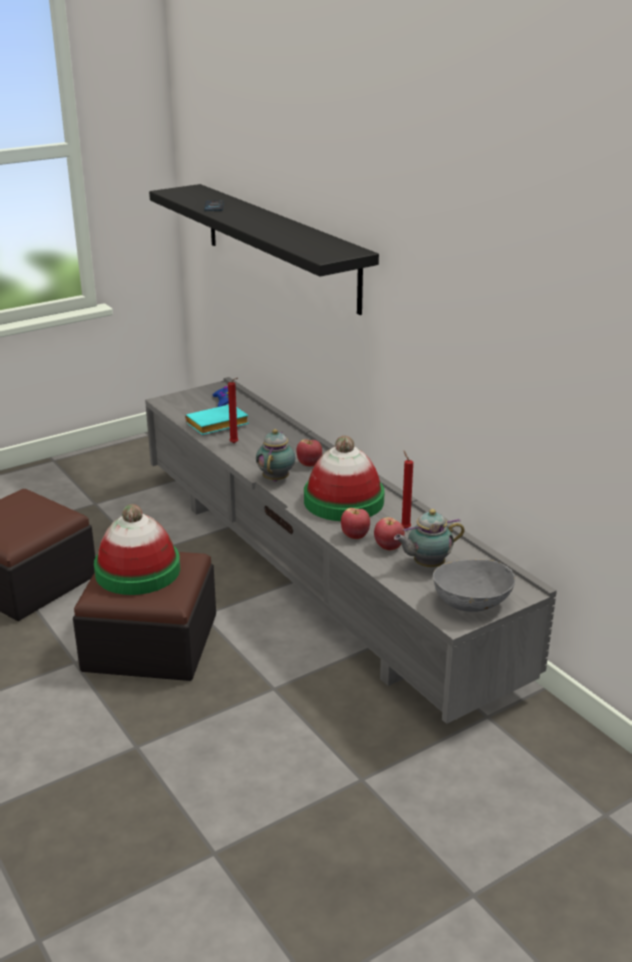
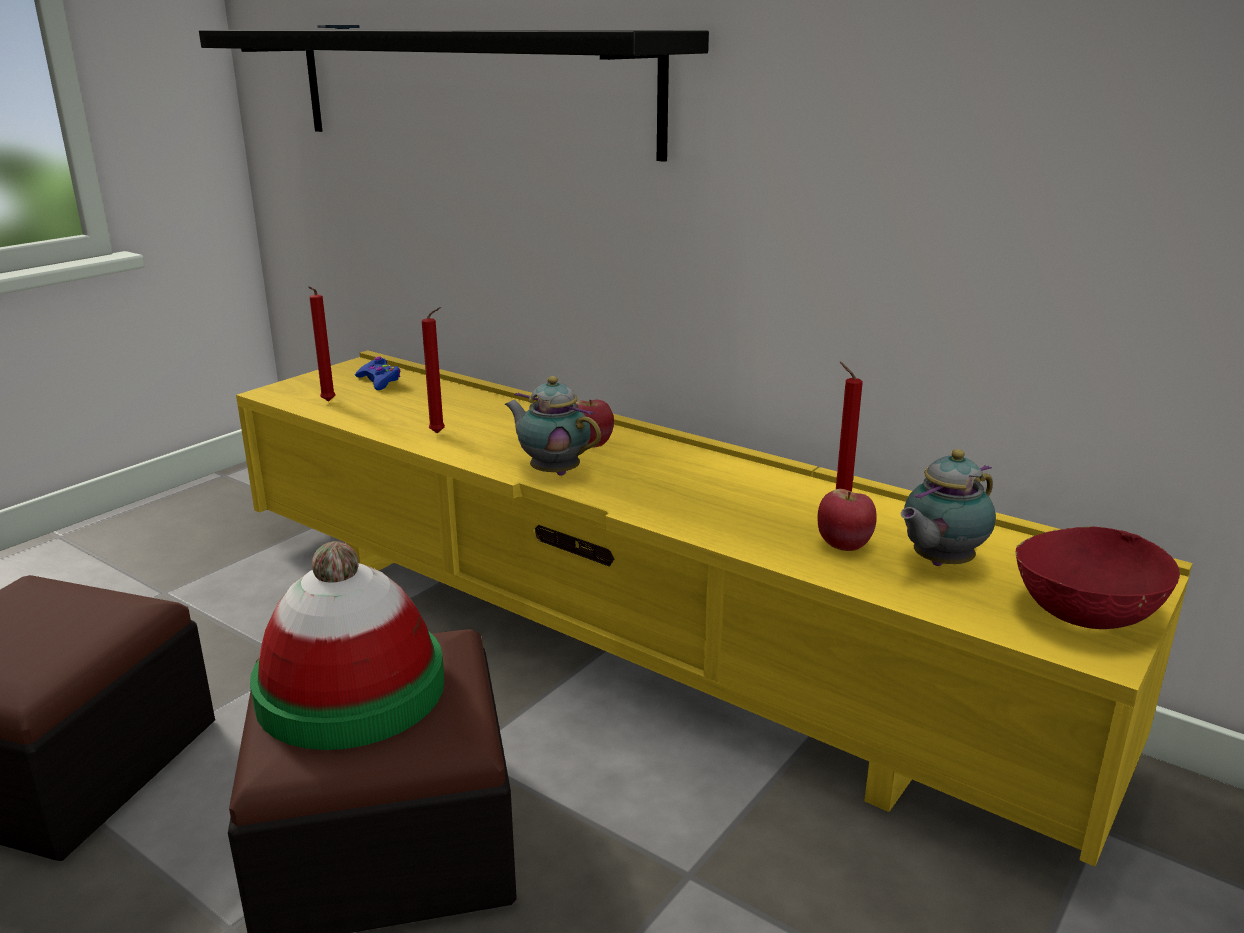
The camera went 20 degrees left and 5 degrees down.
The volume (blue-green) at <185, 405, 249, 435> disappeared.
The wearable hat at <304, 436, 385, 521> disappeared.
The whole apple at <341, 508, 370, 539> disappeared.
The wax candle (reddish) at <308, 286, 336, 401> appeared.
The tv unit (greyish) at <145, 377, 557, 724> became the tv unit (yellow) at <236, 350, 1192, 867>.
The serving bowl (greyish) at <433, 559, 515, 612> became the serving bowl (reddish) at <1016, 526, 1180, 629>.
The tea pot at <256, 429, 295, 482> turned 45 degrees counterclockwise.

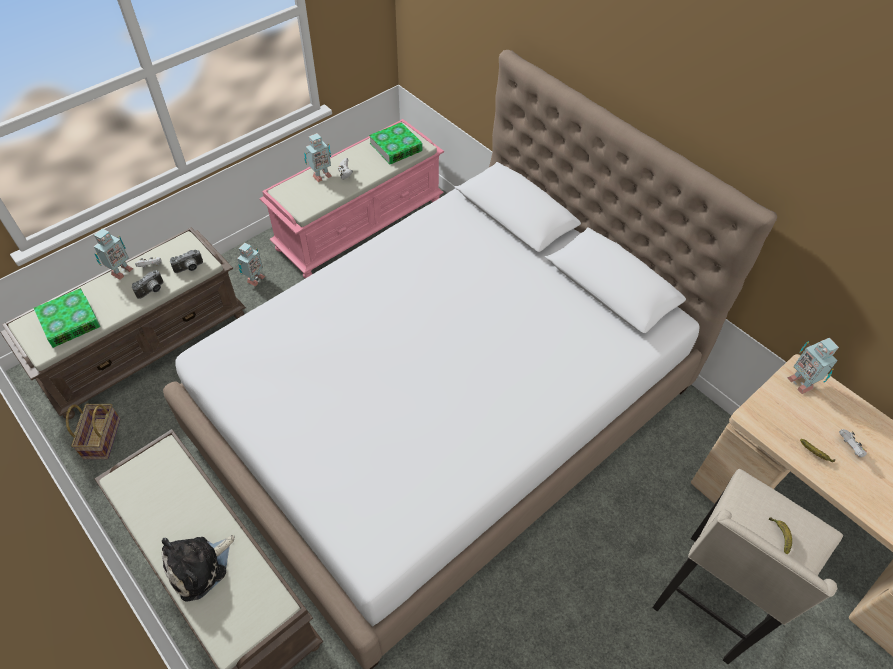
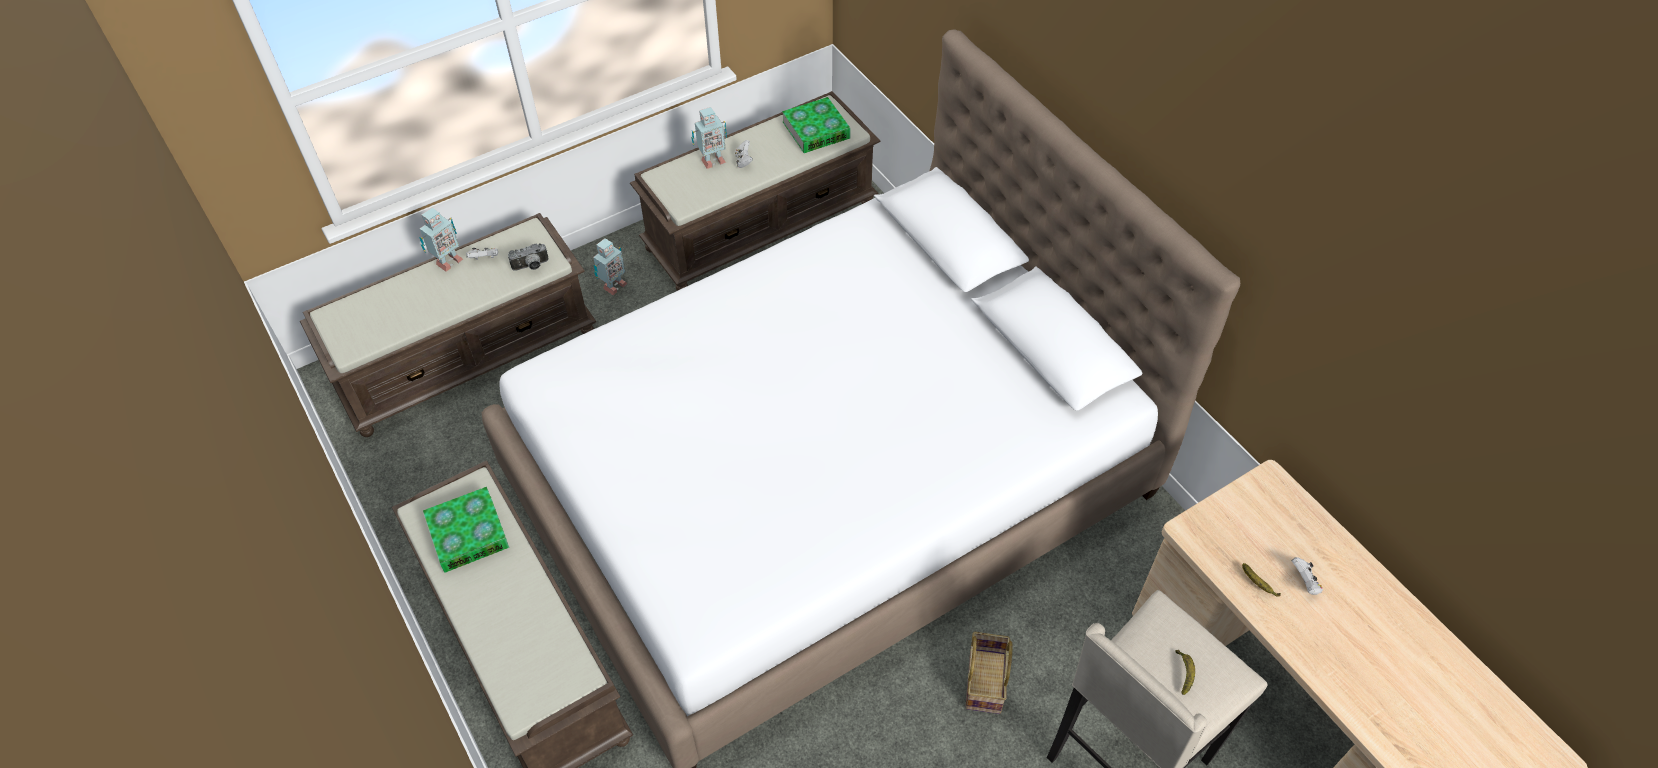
The camera went 10 degrees right and 0 degrees up.
The photo camera at <132, 270, 163, 299> disappeared.
The plush toy at <161, 535, 235, 602> disappeared.
The robot figure at <787, 338, 839, 394> disappeared.
The volume moved from <34, 288, 101, 348> to <423, 487, 510, 573>.
The basket moved from <66, 404, 121, 459> to <965, 632, 1013, 714>.
The indoor bench (pink-coloured) at <259, 119, 444, 278> became the indoor bench (brown-coloured) at <630, 91, 880, 291>.

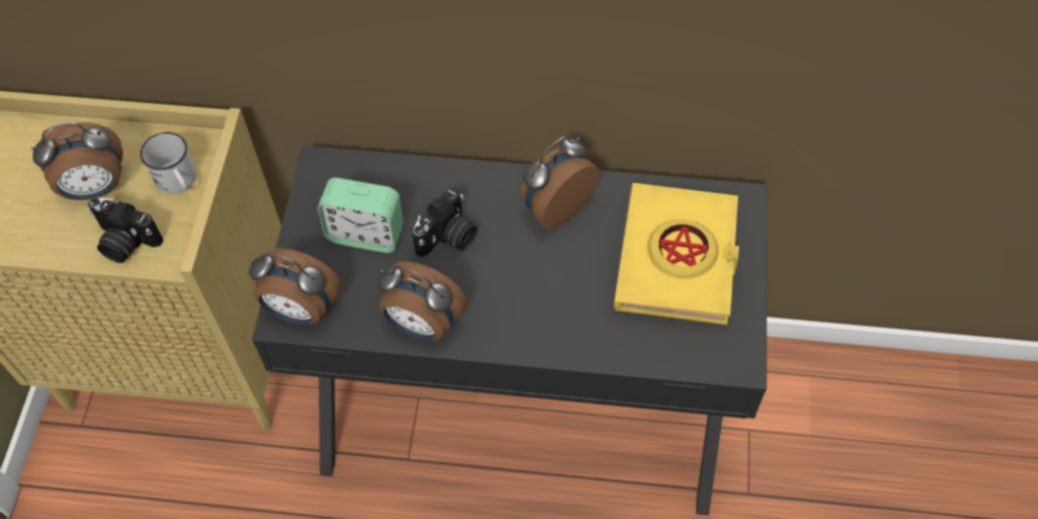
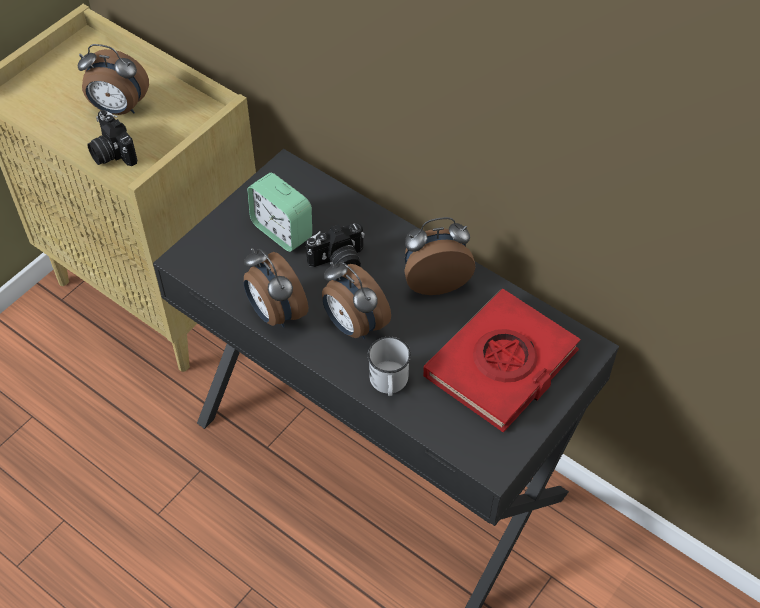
The camera went 30 degrees right and 5 degrees down.
The coffee mug (white-coloured) moved from <140, 132, 197, 194> to <368, 337, 411, 396>.
The alarm clock moved from <249, 248, 341, 325> to <322, 262, 391, 339>.
The volume (yellow) at <614, 183, 739, 325> became the volume (reddish) at <423, 288, 581, 433>.

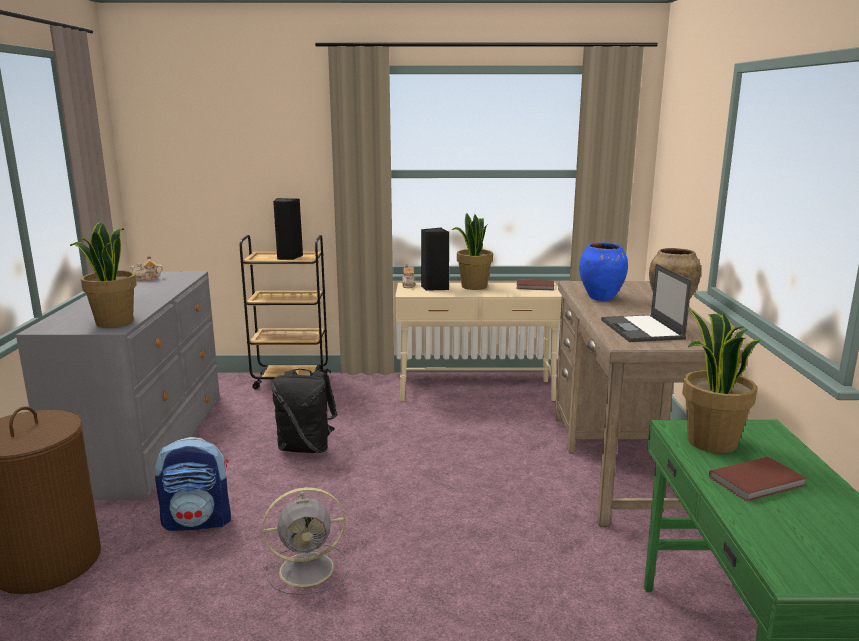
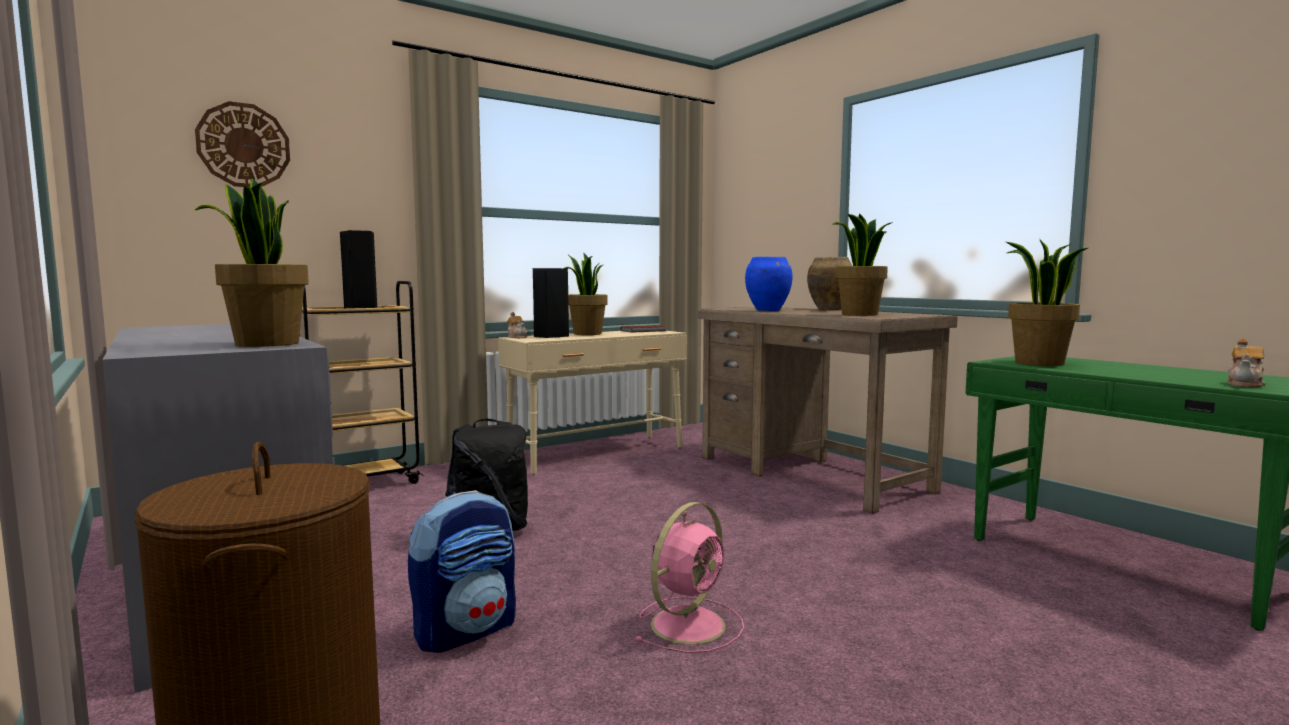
The camera went 35 degrees left and 10 degrees down.
The volume (brown-coloured) at <709, 457, 807, 502> disappeared.
The wall clock at <195, 101, 290, 187> appeared.
The tea pot moved from <130, 255, 163, 281> to <1228, 338, 1265, 388>.
The notebook computer at <601, 264, 692, 342> was replaced by the houseplant at <833, 213, 893, 316>.
The electric fan (greyish) at <262, 487, 348, 595> became the electric fan (pink-coloured) at <634, 502, 744, 653>.

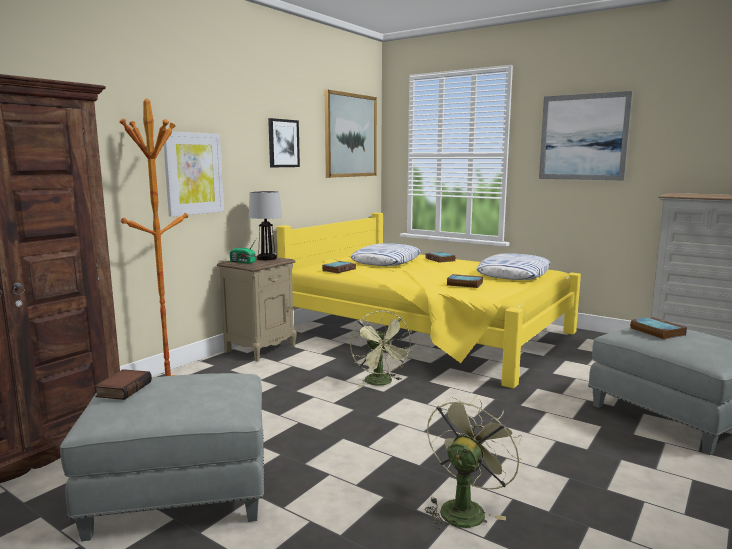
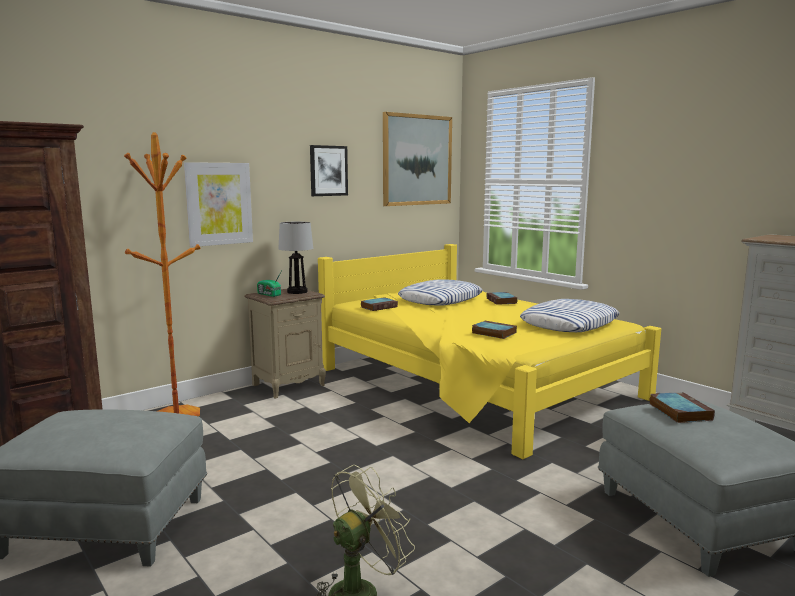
The camera went 15 degrees right and 0 degrees up.
The volume at <94, 369, 152, 400> disappeared.
The electric fan (green) at <350, 310, 413, 387> disappeared.
The picture at <539, 91, 633, 180> disappeared.

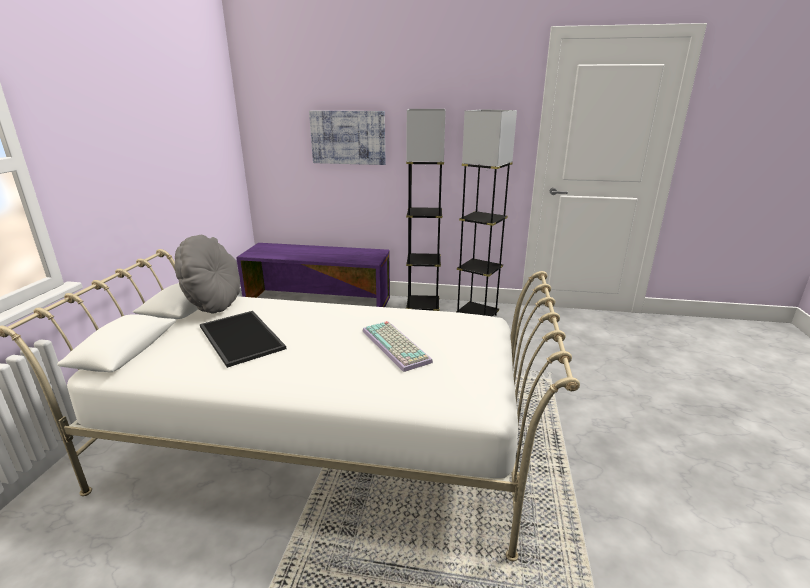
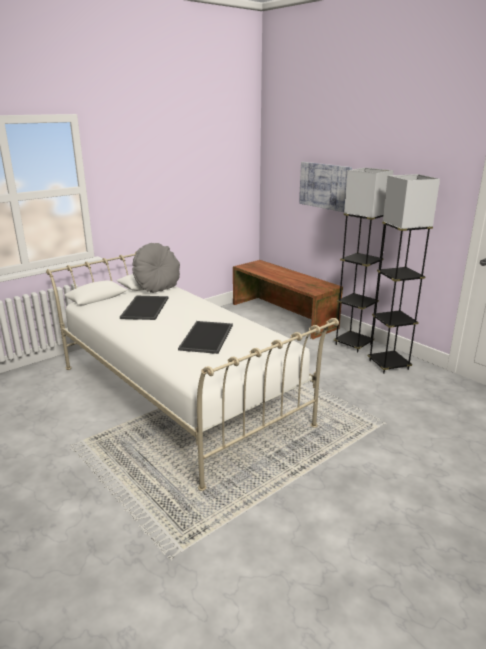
The camera went 40 degrees right and 0 degrees up.
The computer keyboard at <363, 321, 433, 372> was replaced by the tray at <178, 321, 233, 354>.
The indoor bench (purple-coloured) at <236, 243, 390, 307> became the indoor bench (brown-coloured) at <233, 260, 343, 339>.

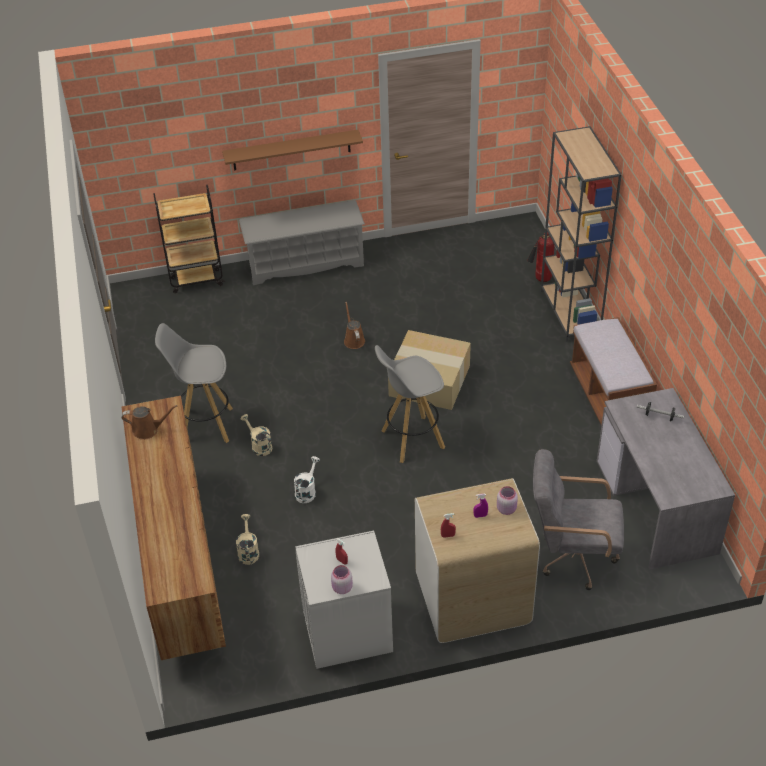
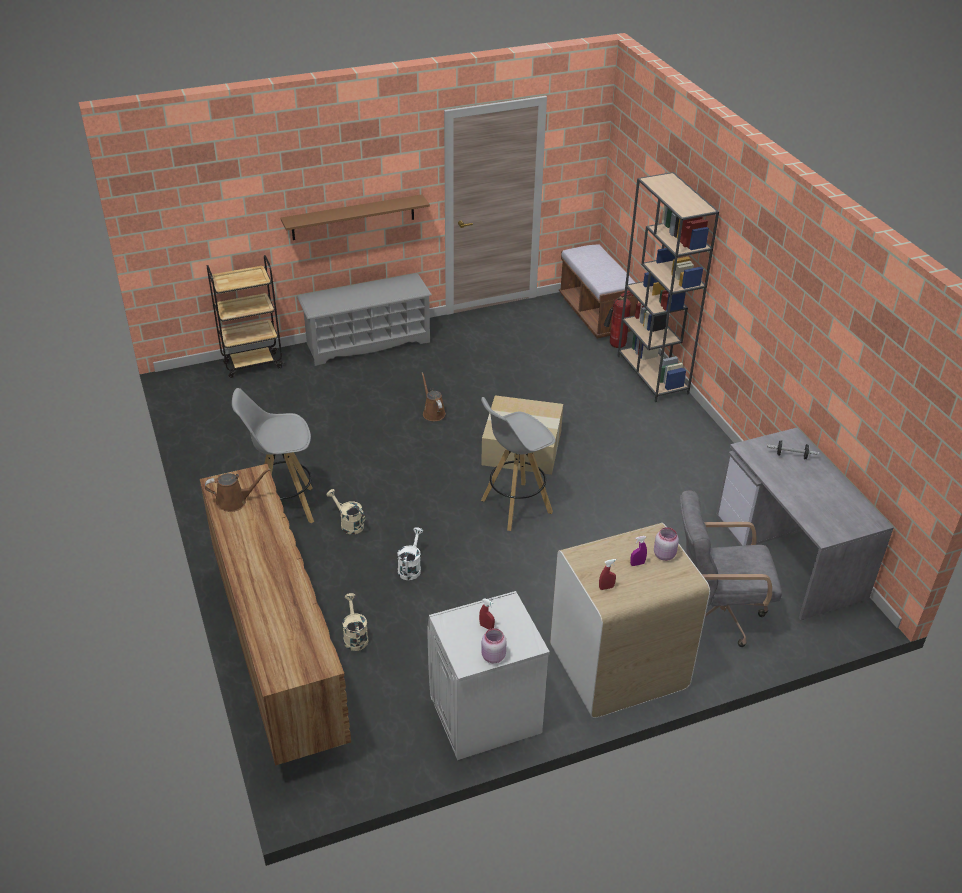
The camera went 10 degrees left and 5 degrees down.
The indoor bench (brown-coloured) moved from <570, 317, 657, 426> to <559, 244, 638, 339>.

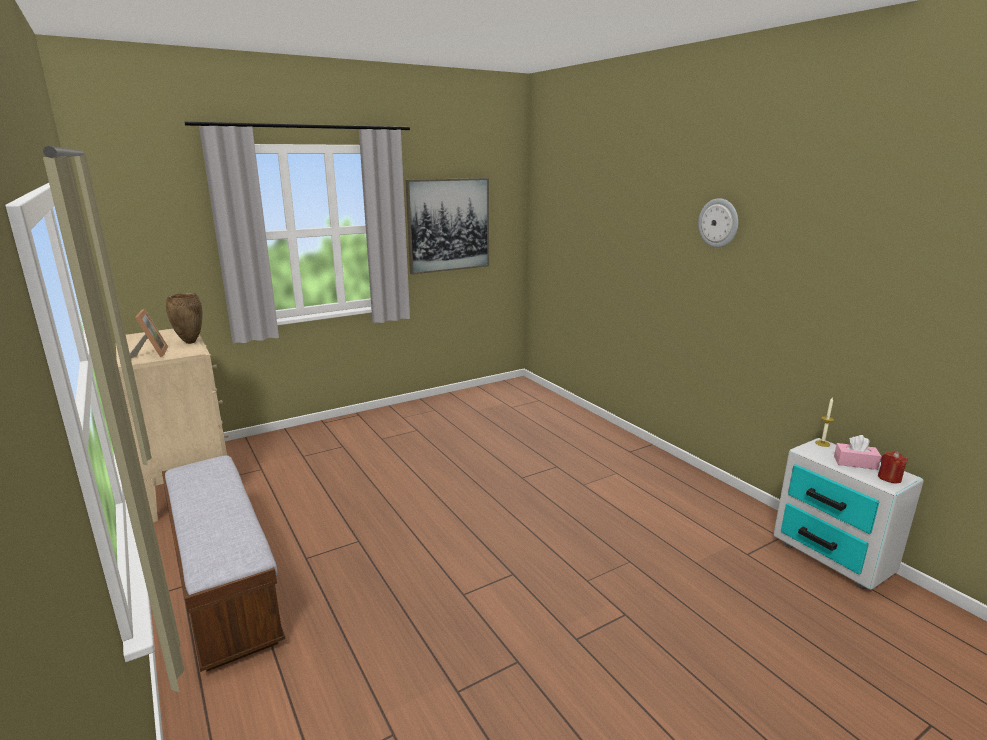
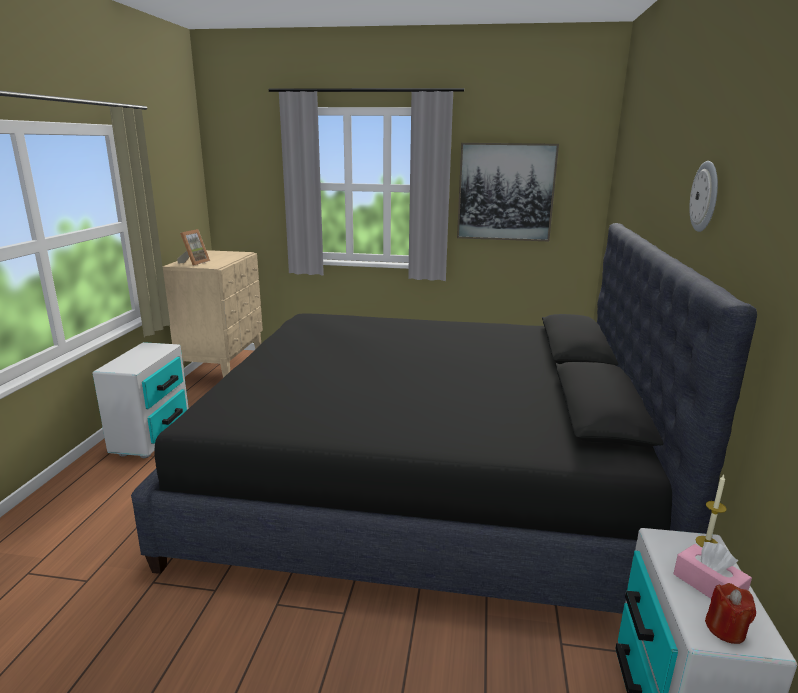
The camera went 40 degrees right and 0 degrees up.
The vase (brown-coloured) at <166, 293, 203, 344> disappeared.
The bed (black-coloured) at <131, 223, 757, 614> appeared.
The indoor bench at <162, 455, 286, 672> was replaced by the nightstand (white-coloured) at <93, 342, 189, 458>.

